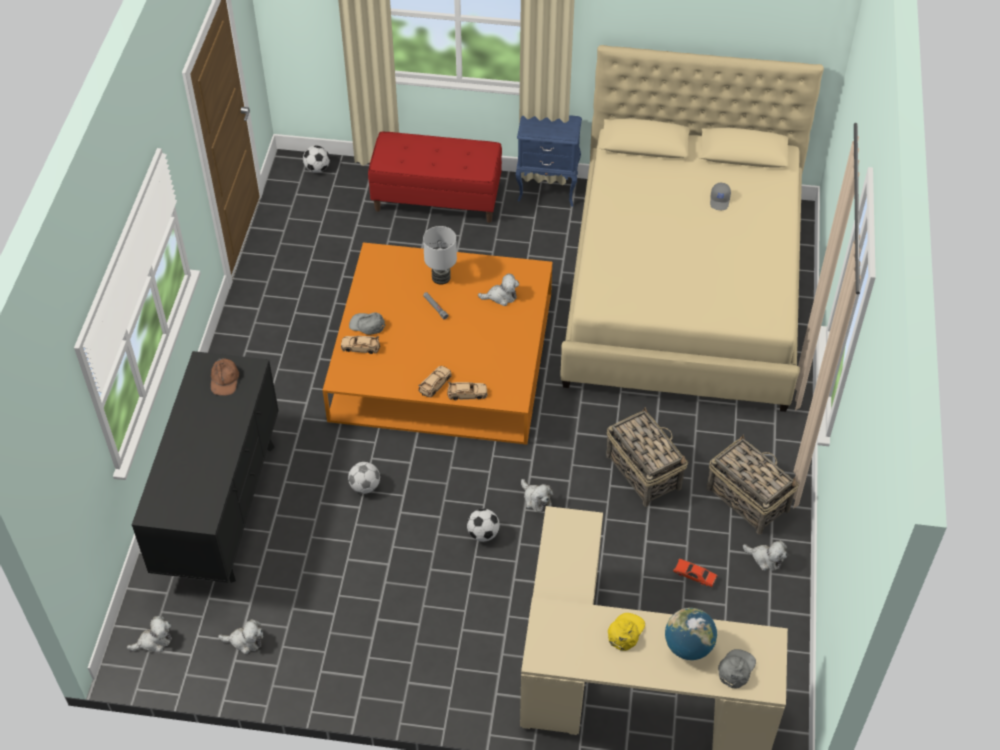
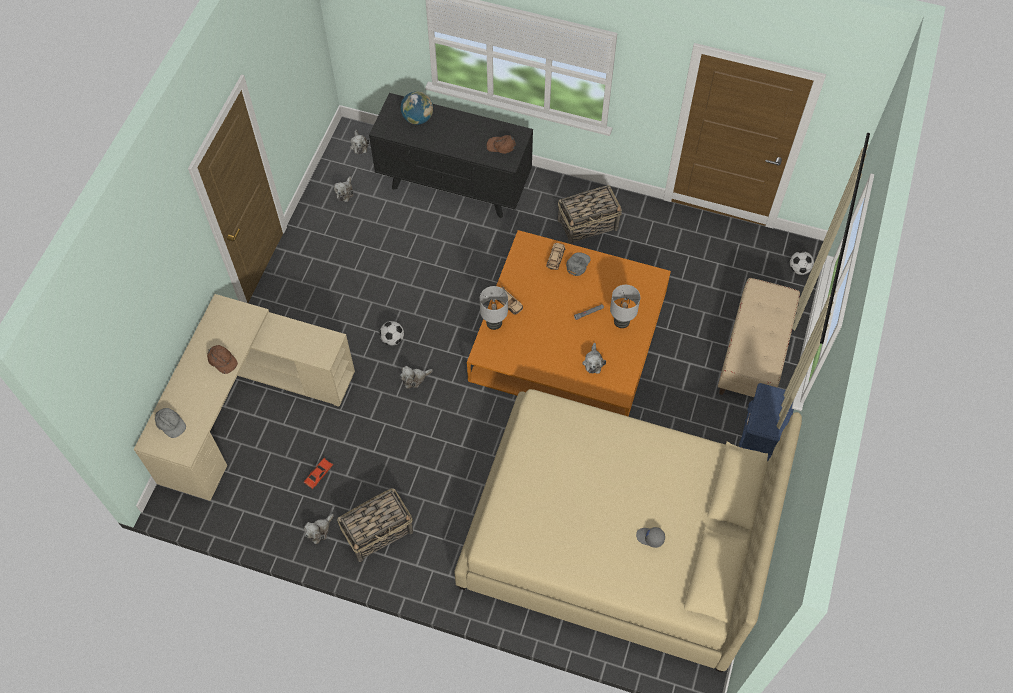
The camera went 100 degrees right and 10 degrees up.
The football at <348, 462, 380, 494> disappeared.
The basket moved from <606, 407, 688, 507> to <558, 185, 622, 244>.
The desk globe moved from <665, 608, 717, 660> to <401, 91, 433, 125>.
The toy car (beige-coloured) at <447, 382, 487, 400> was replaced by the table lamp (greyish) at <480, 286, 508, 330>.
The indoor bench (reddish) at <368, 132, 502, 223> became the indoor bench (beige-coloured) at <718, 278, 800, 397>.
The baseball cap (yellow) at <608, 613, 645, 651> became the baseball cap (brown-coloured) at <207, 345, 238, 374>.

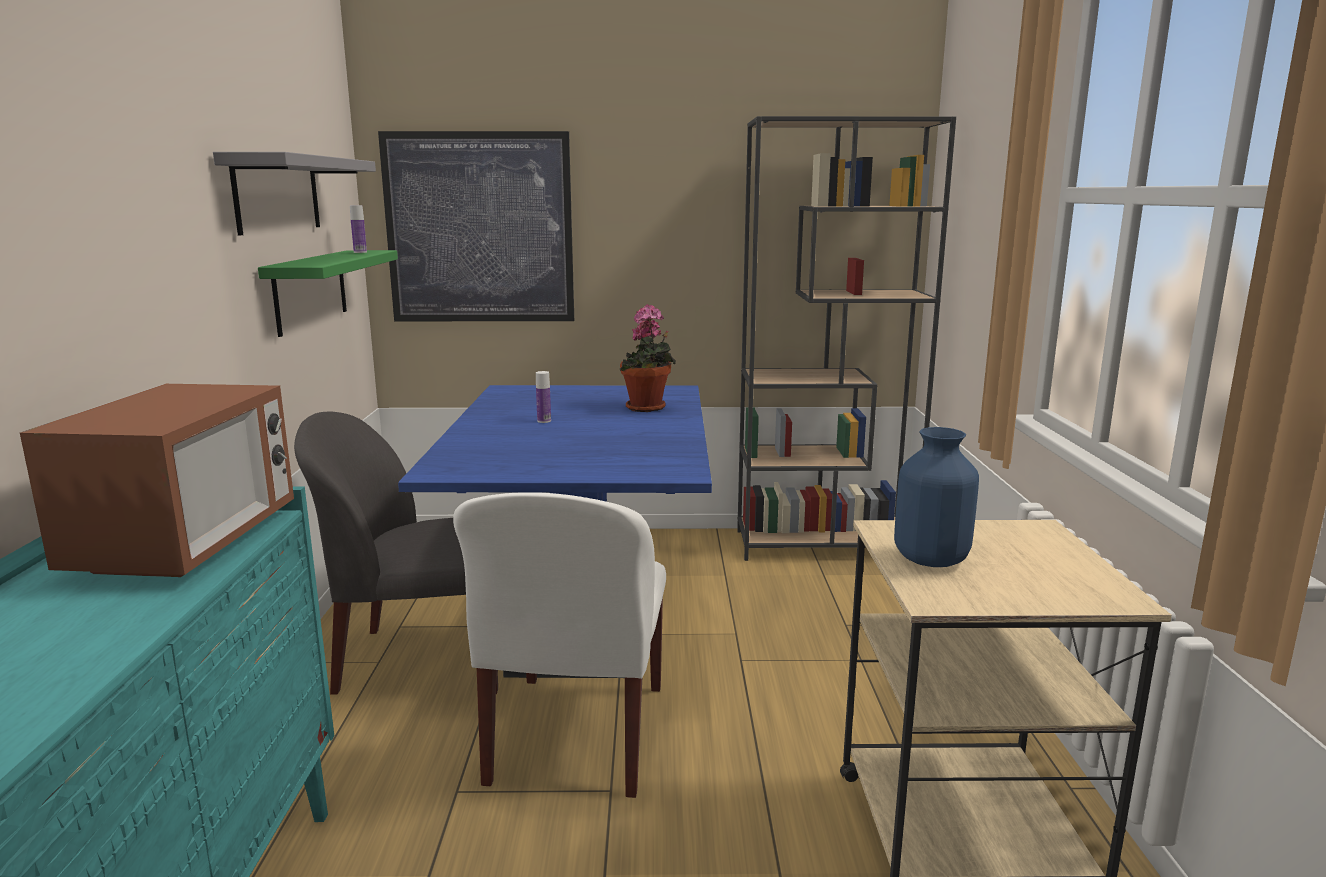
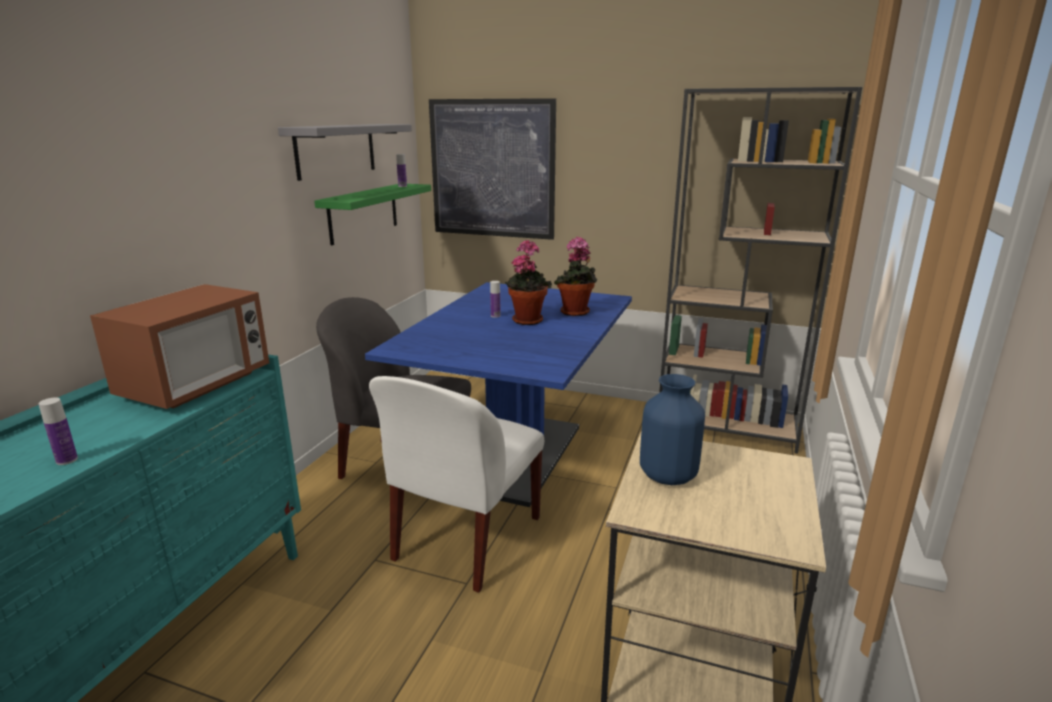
The camera went 20 degrees right and 5 degrees up.
The drink bottle at <38, 397, 78, 465> appeared.
The houseplant at <505, 240, 552, 325> appeared.

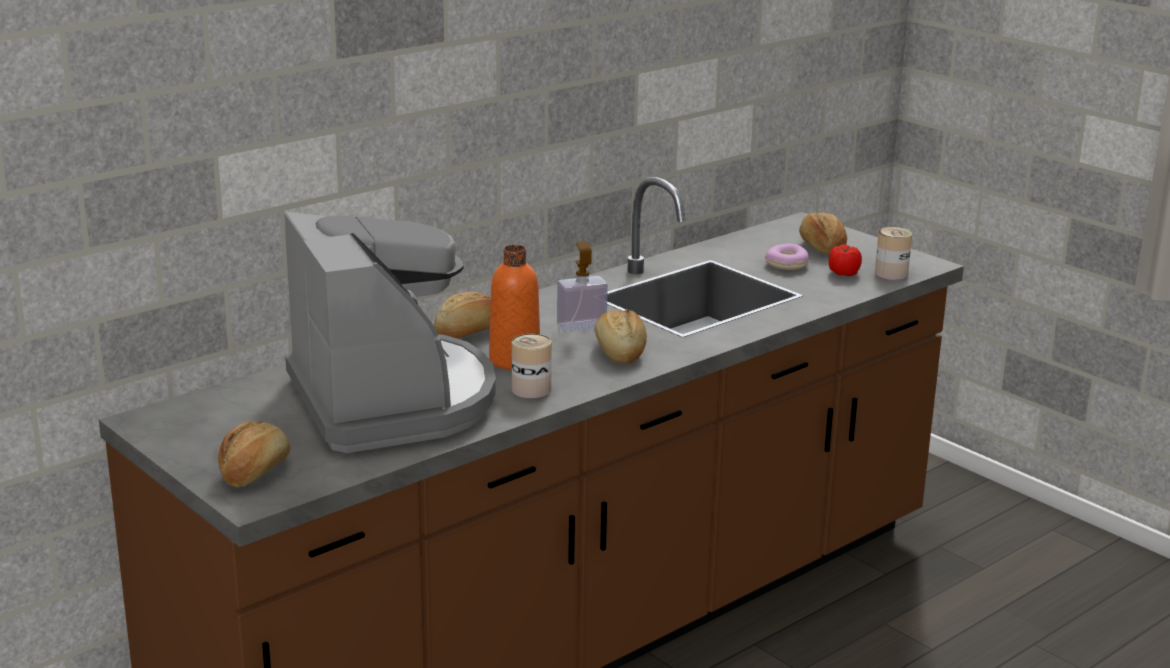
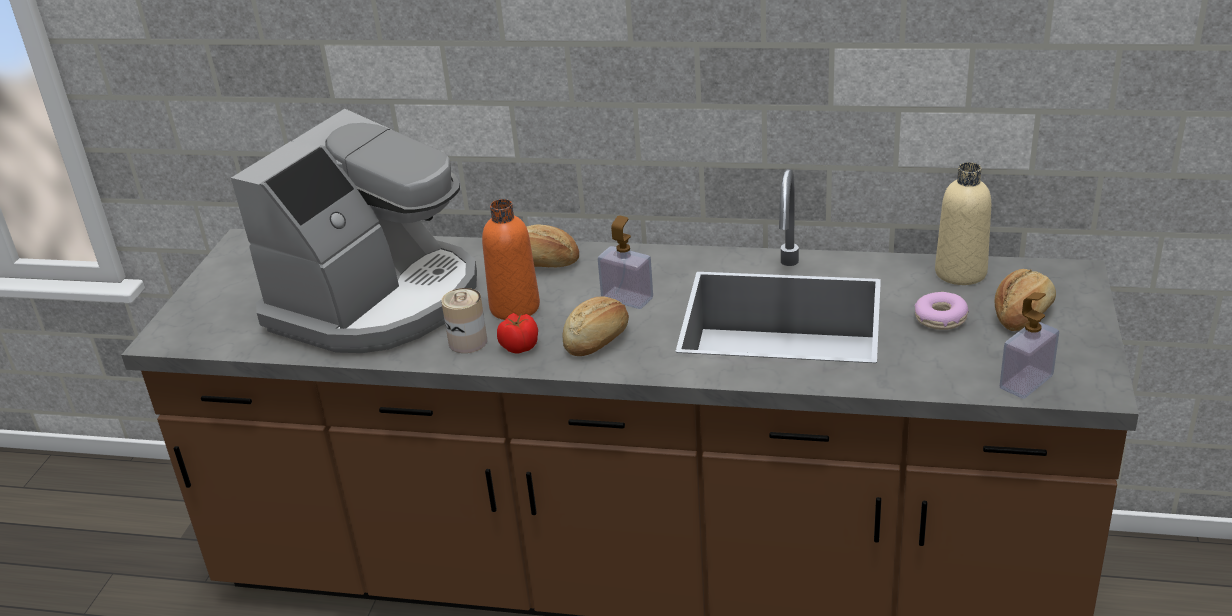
The camera went 55 degrees right and 10 degrees up.
The bakery bread at <218, 421, 290, 487> disappeared.
The drink bottle (beige-coloured) at <935, 162, 991, 285> appeared.
The fresh tomato moved from <829, 244, 862, 276> to <497, 313, 538, 353>.
The can at <875, 227, 912, 280> was replaced by the soap dispenser at <1000, 292, 1059, 399>.

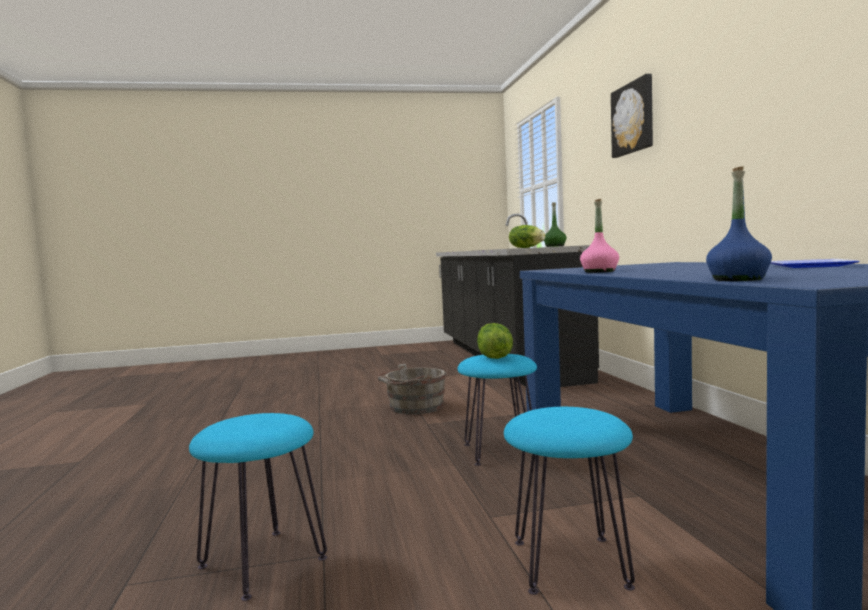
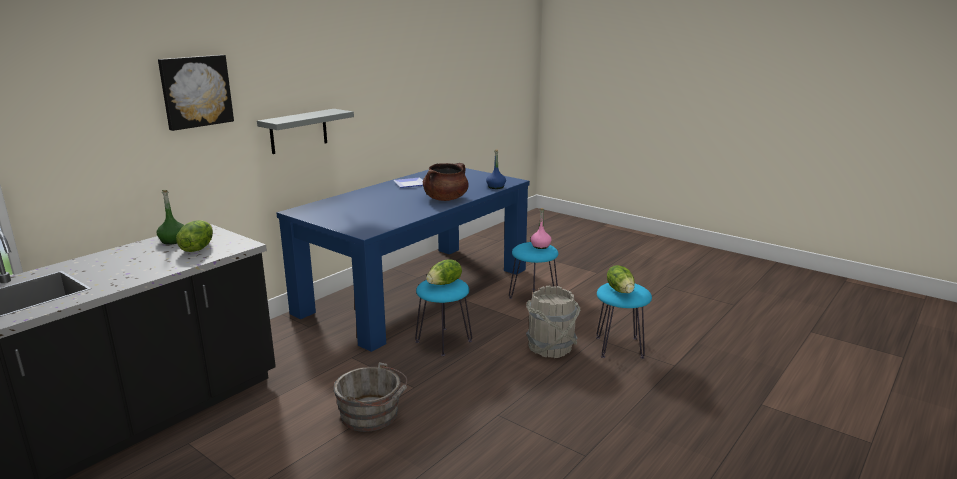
The camera went 130 degrees left and 15 degrees up.
The shelf (greyish) at <257, 109, 354, 154> appeared.
The saucepot (brown-coloured) at <423, 163, 469, 201> appeared.
The pail (greyish) at <526, 286, 581, 358> appeared.
The head of lettuce at <607, 265, 635, 293> appeared.
The drink bottle (pink-coloured) moved from <580, 199, 619, 273> to <531, 208, 551, 249>.

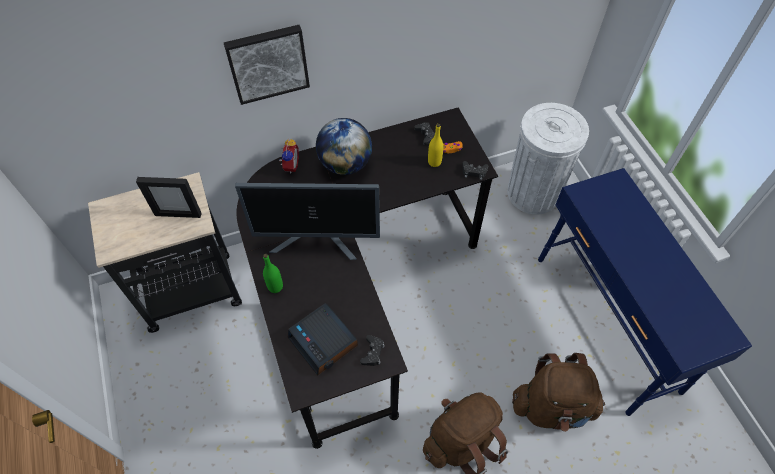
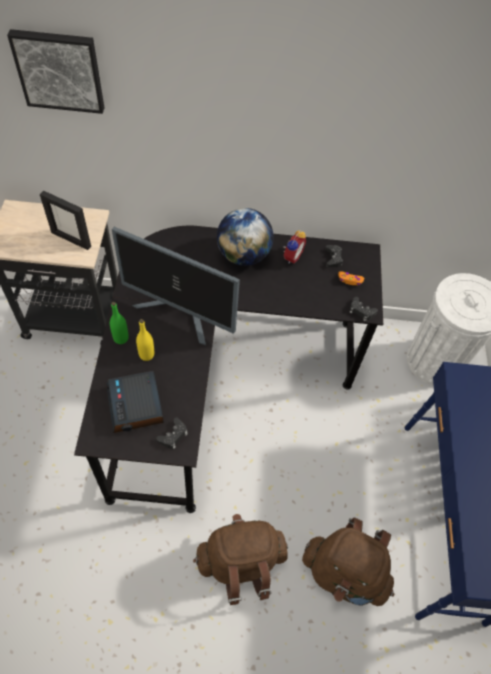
The camera went 20 degrees right and 0 degrees up.
The picture moved from <224, 25, 310, 105> to <7, 29, 104, 114>.
The alarm clock moved from <279, 139, 299, 174> to <283, 230, 306, 263>.
The drink bottle (yellow) moved from <428, 124, 444, 167> to <136, 319, 154, 361>.

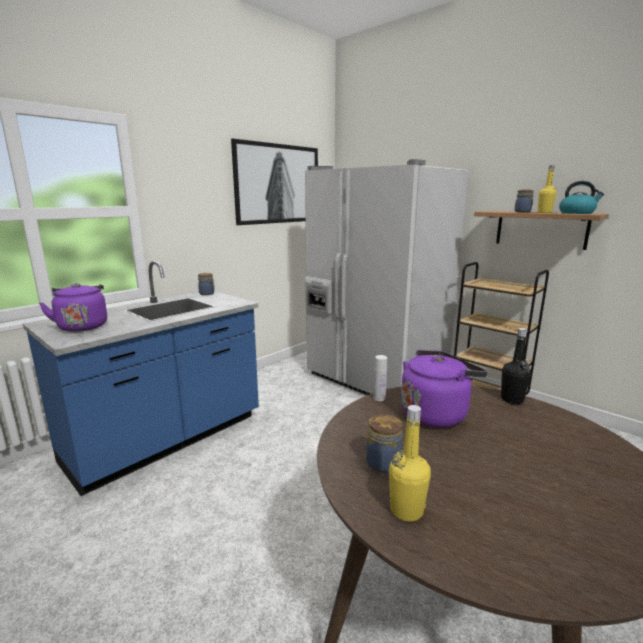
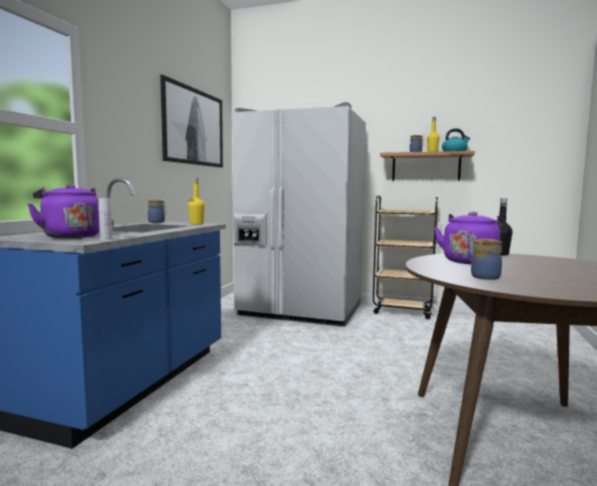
The camera went 25 degrees left and 10 degrees down.
The drink bottle (white-coloured) moved from <373, 355, 387, 401> to <98, 198, 112, 240>.
The drink bottle (yellow) moved from <389, 405, 431, 522> to <188, 177, 205, 225>.

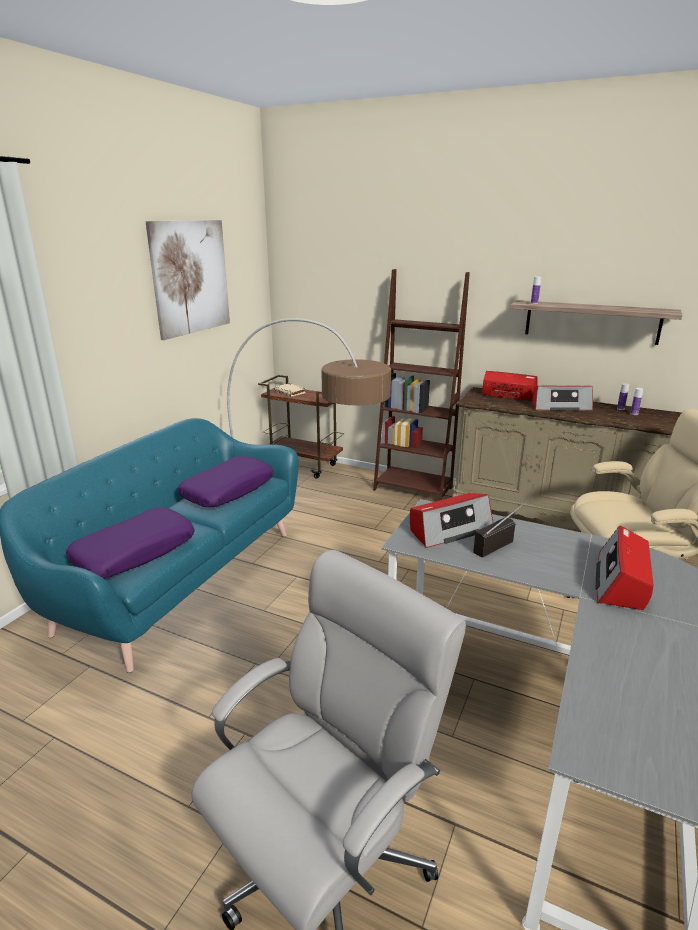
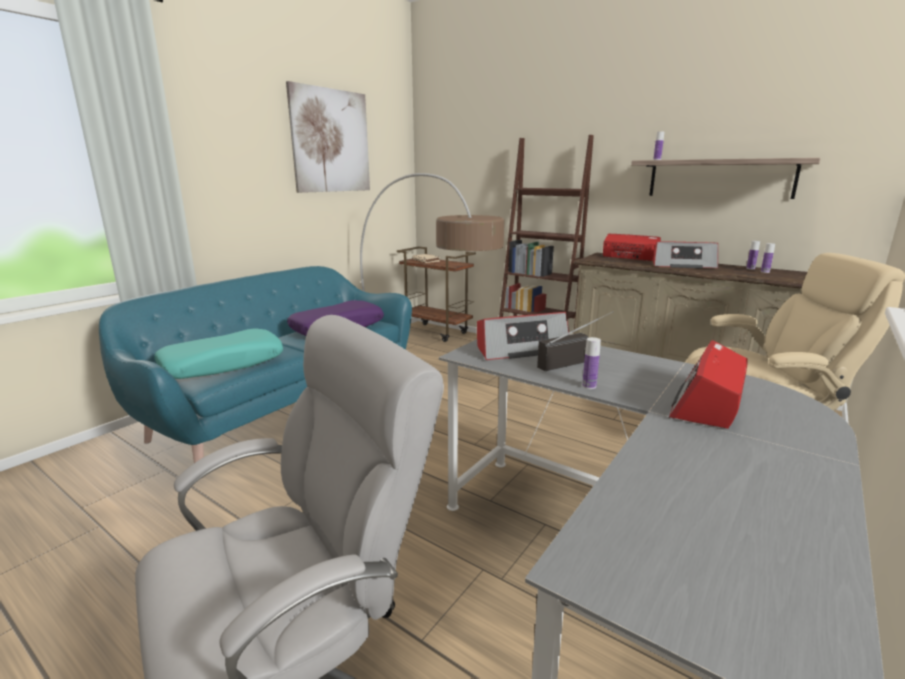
The camera went 10 degrees right and 5 degrees down.
The drink bottle at <582, 337, 601, 389> appeared.
The pillow (purple-coloured) at <66, 508, 195, 579> became the pillow (blue-green) at <154, 329, 283, 379>.

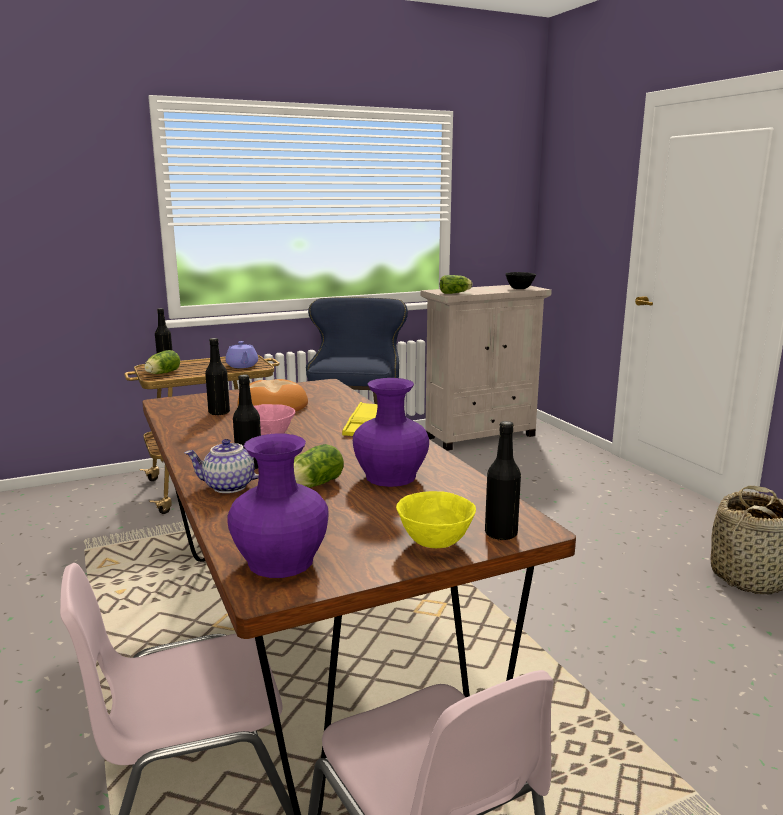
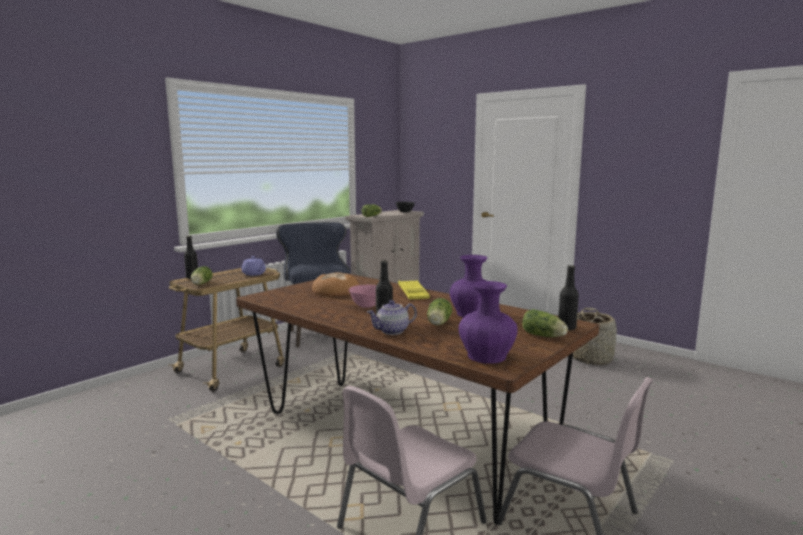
The camera went 25 degrees left and 5 degrees down.
The drink bottle (black-coloured) at <205, 338, 230, 416> disappeared.
The serving bowl (yellow) at <396, 491, 476, 548> was replaced by the head of lettuce at <522, 309, 568, 337>.

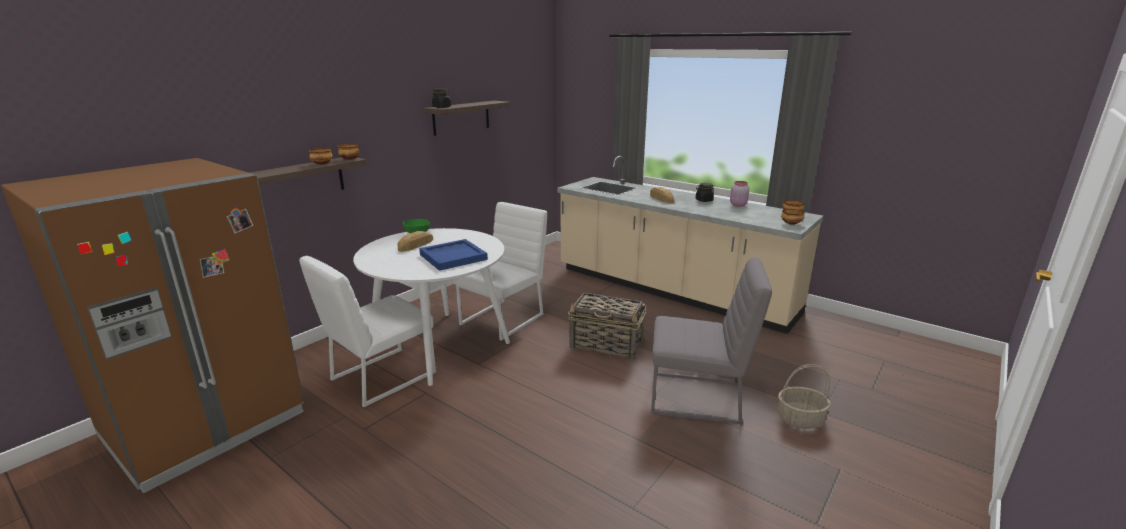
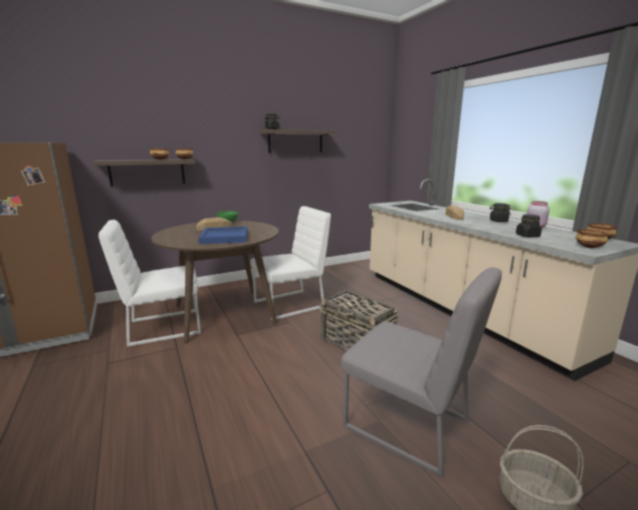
The camera went 25 degrees right and 5 degrees down.
The storage jar (black-coloured) at <516, 214, 542, 238> appeared.
The kitchen table (white-coloured) at <353, 228, 510, 386> became the kitchen table (brown-coloured) at <151, 221, 278, 343>.

